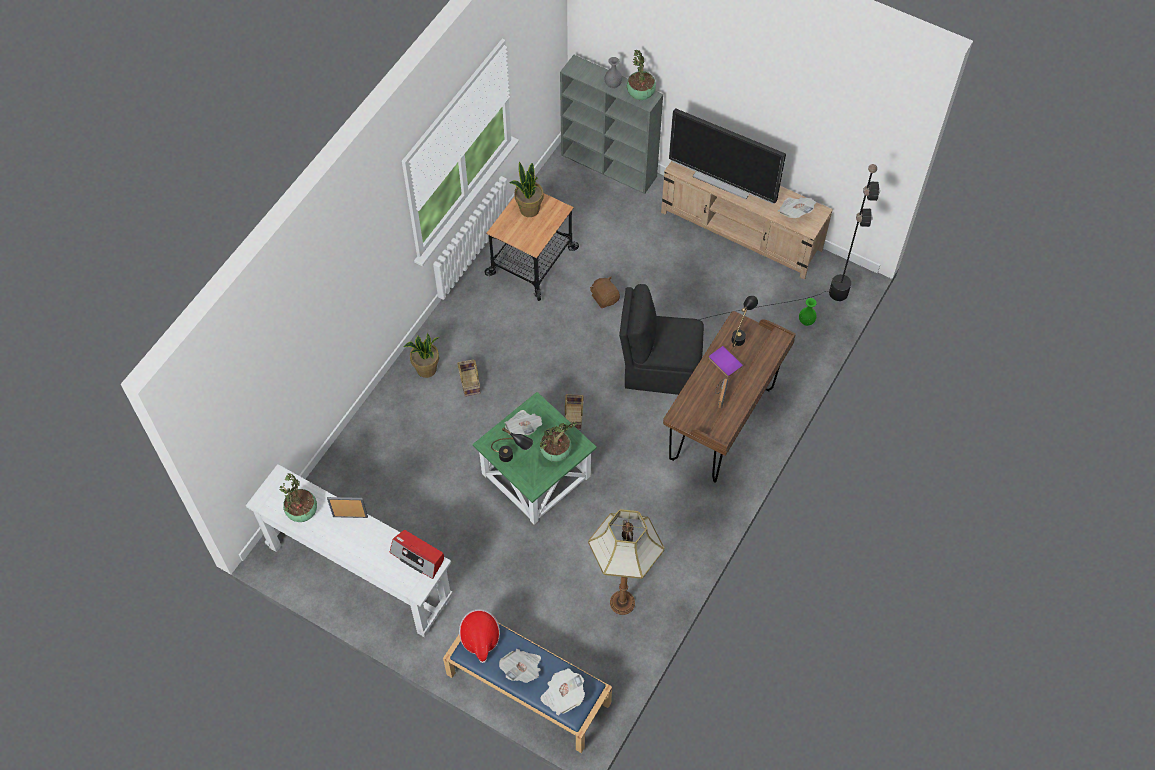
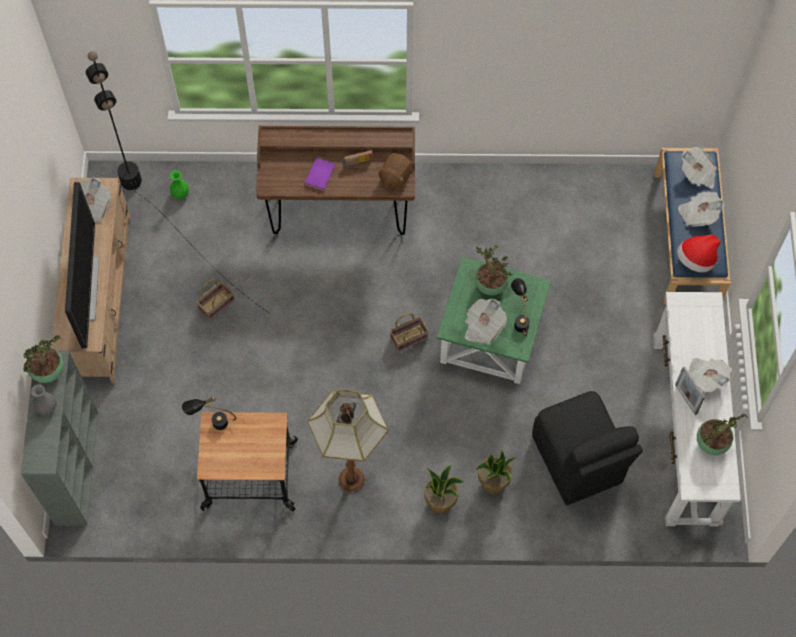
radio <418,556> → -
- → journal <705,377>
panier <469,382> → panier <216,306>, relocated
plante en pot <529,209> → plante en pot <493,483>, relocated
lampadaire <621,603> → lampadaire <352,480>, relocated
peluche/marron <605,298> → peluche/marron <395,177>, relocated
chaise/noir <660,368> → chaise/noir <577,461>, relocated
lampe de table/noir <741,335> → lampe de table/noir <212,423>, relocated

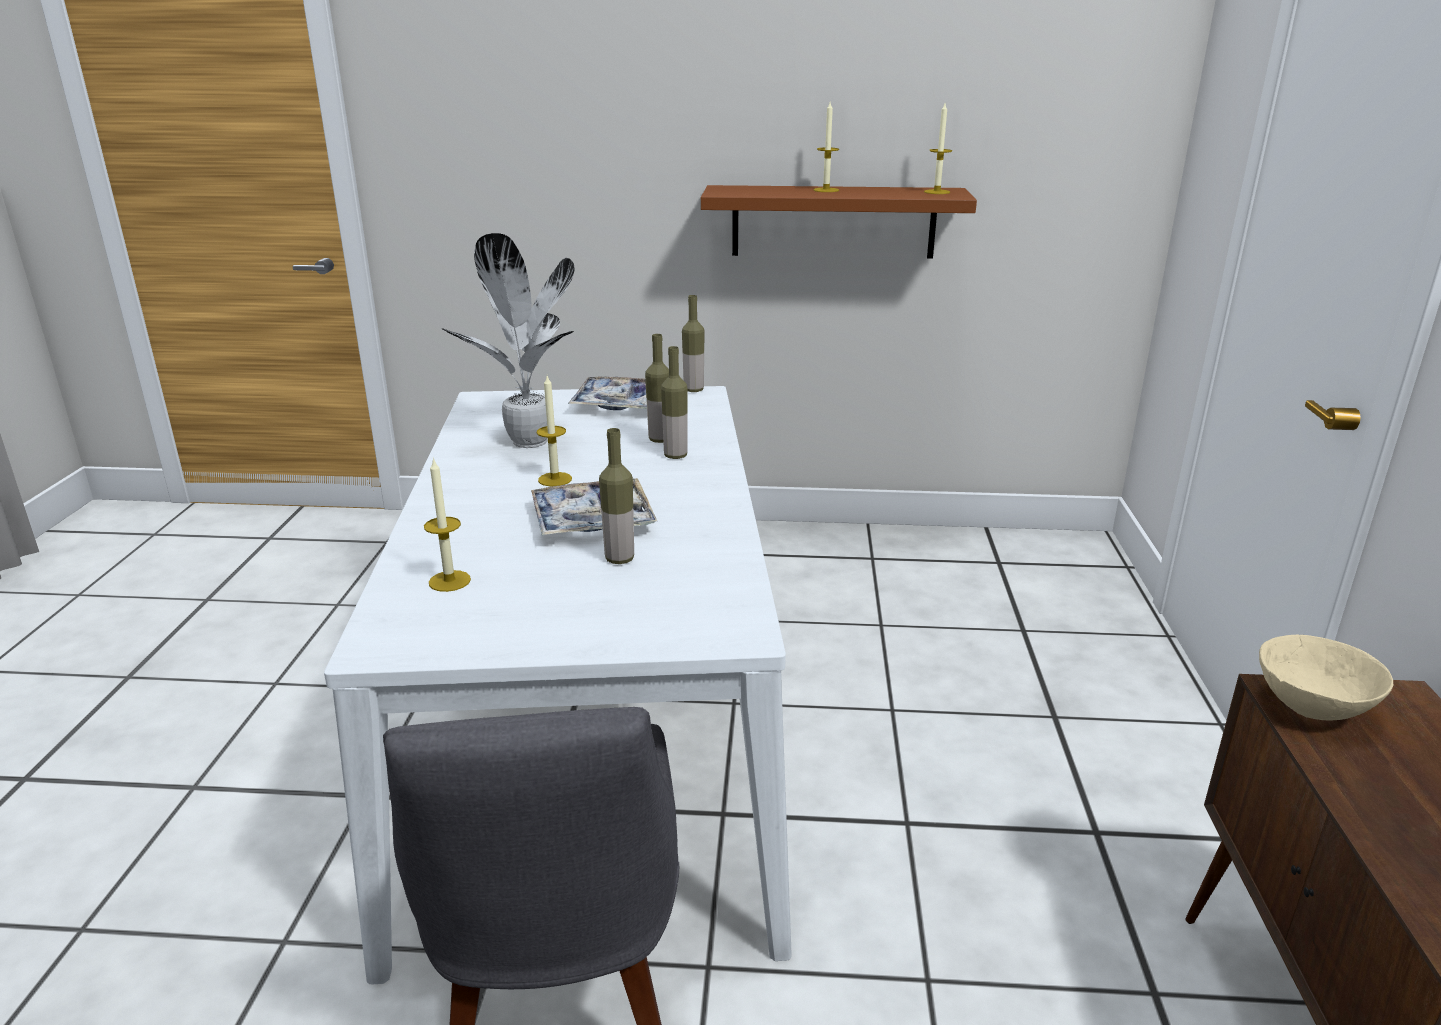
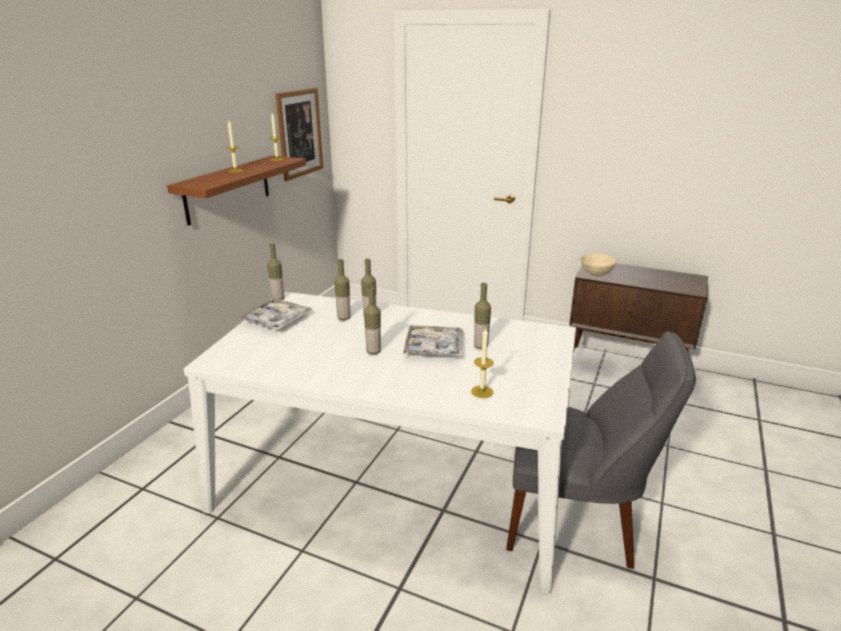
plante en pot <528,443> → -
- → tableau <299,133>
bougie <555,479> → bouteille <373,351>

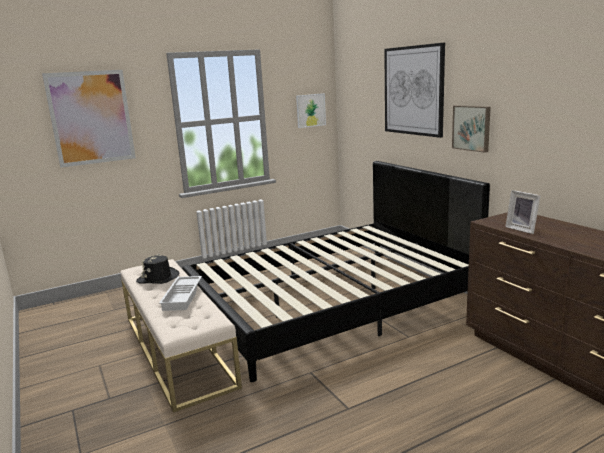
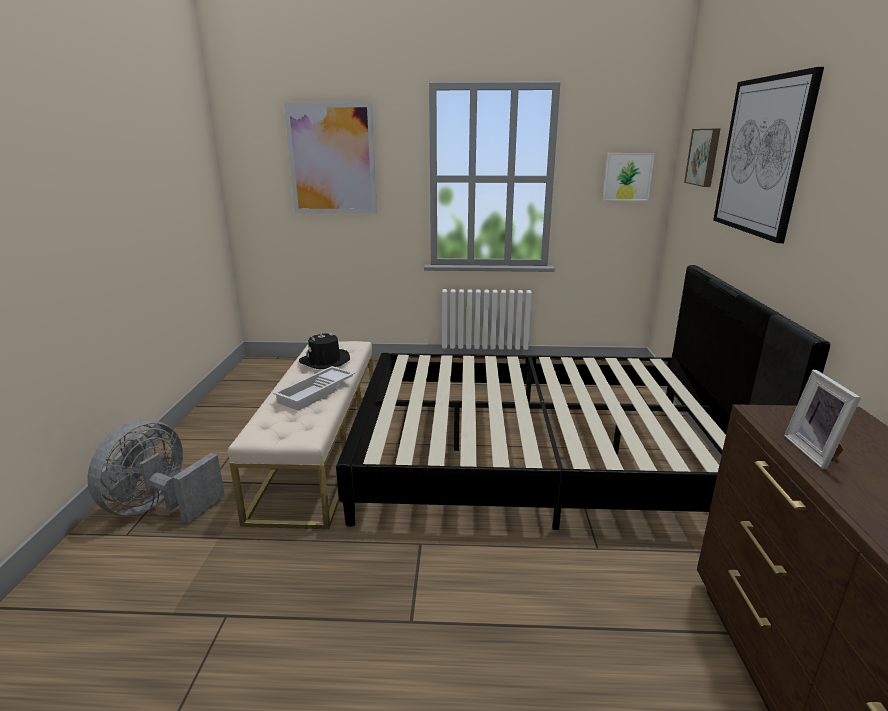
- → ventilateur/gris <160,507>
tableau <472,128> → tableau <704,157>, relocated

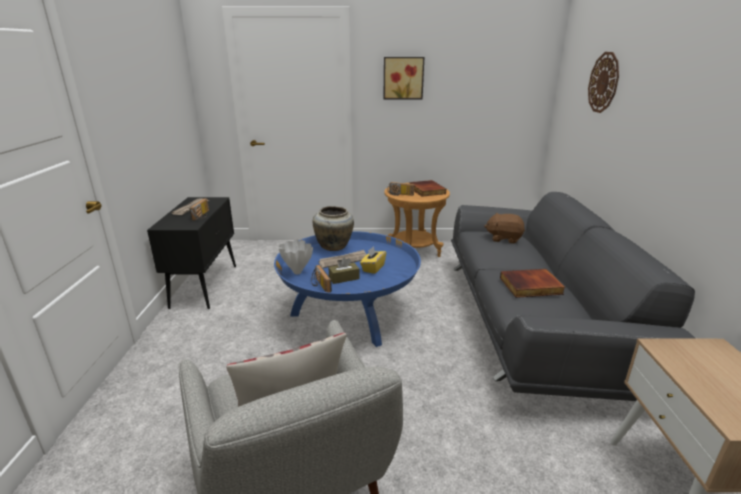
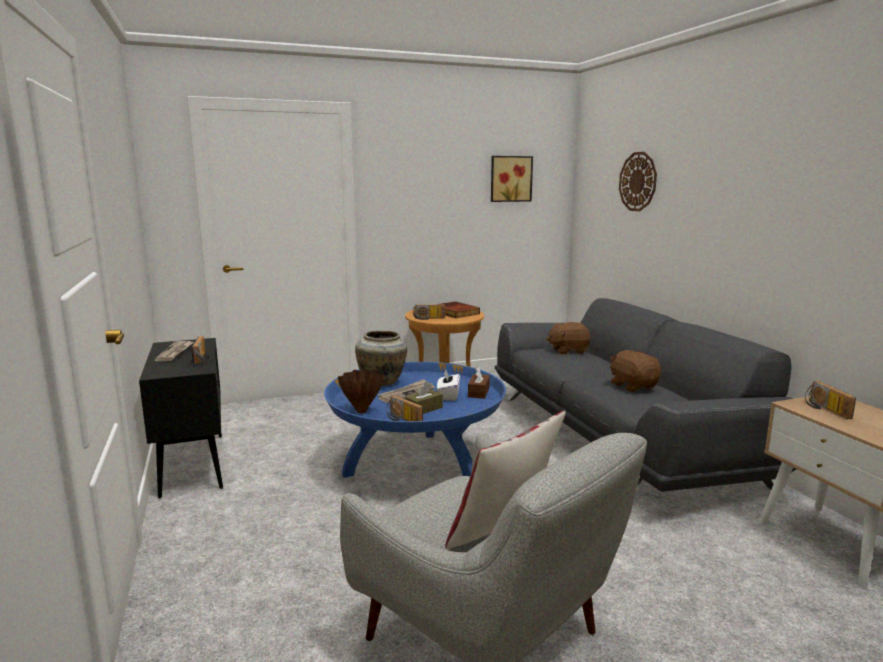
- → boîte à mouchoirs/marron <478,392>
- → radio <824,409>
tableau <403,78> → tableau <510,179>, relocated
livre <531,286> → peluche/marron <633,386>
vase/blanc <296,272> → vase/marron <360,411>
boîte à mouchoirs/jaune <373,268> → boîte à mouchoirs/blanc <448,396>

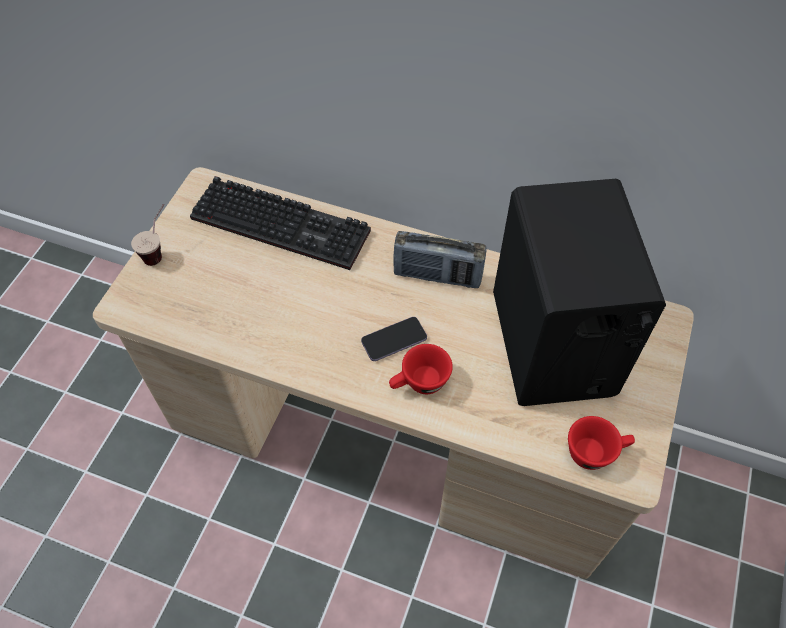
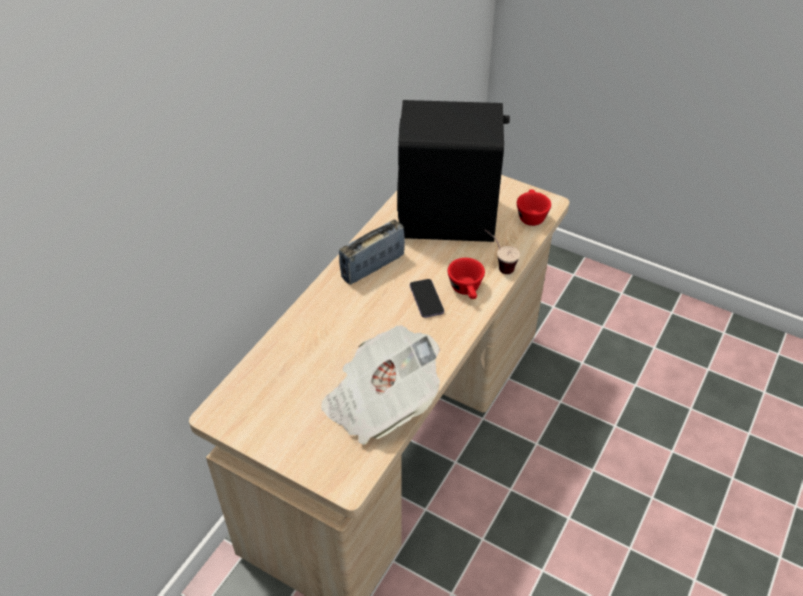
clavier <284,223> → -
- → journal <380,402>
tasse <159,250> → tasse <498,265>, relocated
radio <437,276> → radio <372,267>, 150 degrees counterclockwise

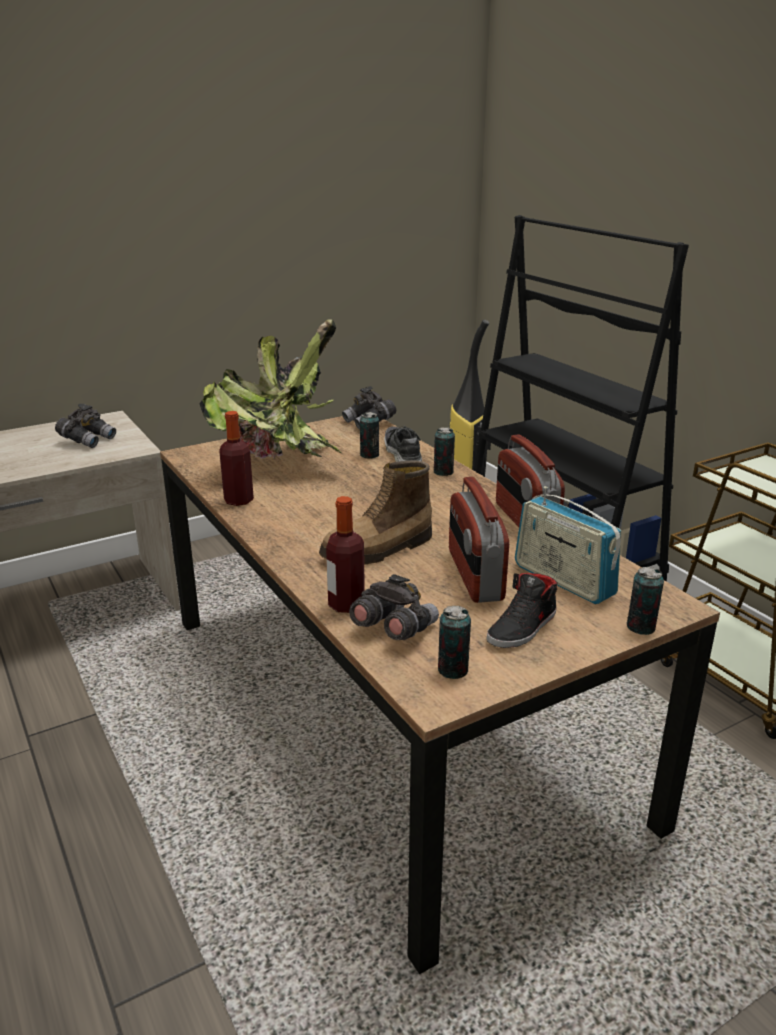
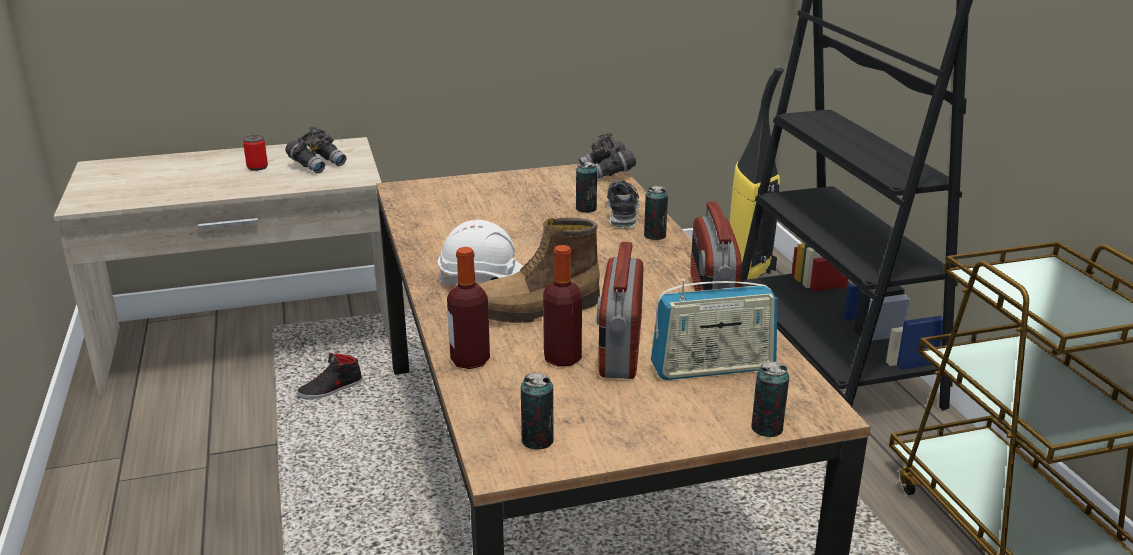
plante en pot <279,463> → -
jumelles/gris <394,629> → -
- → boîte métallique <257,167>
- → casque de chantier/blanc <483,279>
bouteille <238,500> → bouteille <562,358>, relocated
chaussure/noir <523,628> → chaussure/noir <331,389>, relocated
radio <563,580> → radio <713,368>, 75 degrees counterclockwise

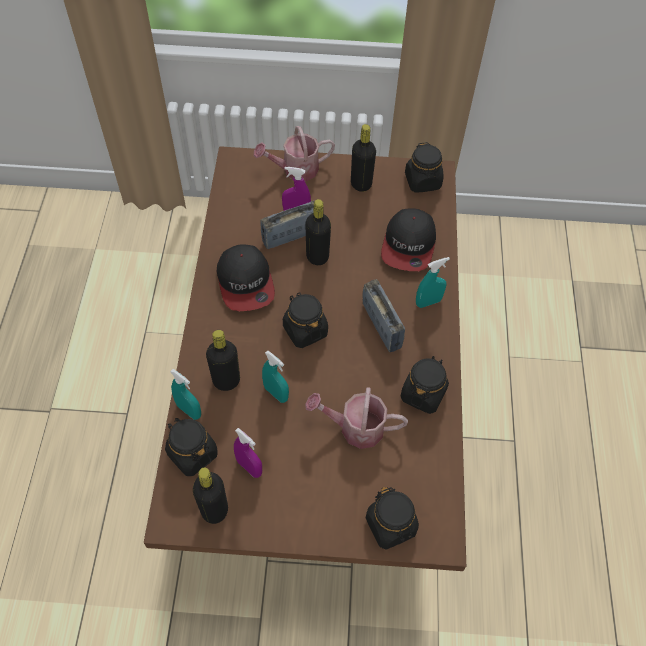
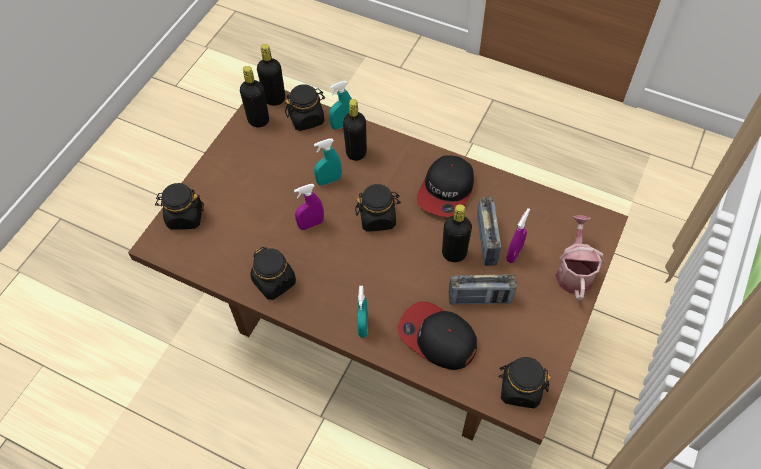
arrosoir <355,428> → -
vaporisateur/violet <249,467> → vaporisateur/violet <311,224>, relocated
bouteille/noir <361,184> → bouteille/noir <274,99>, relocated
radio <381,326> → radio <480,298>, relocated
casquette <246,283> → casquette <446,191>, 75 degrees counterclockwise

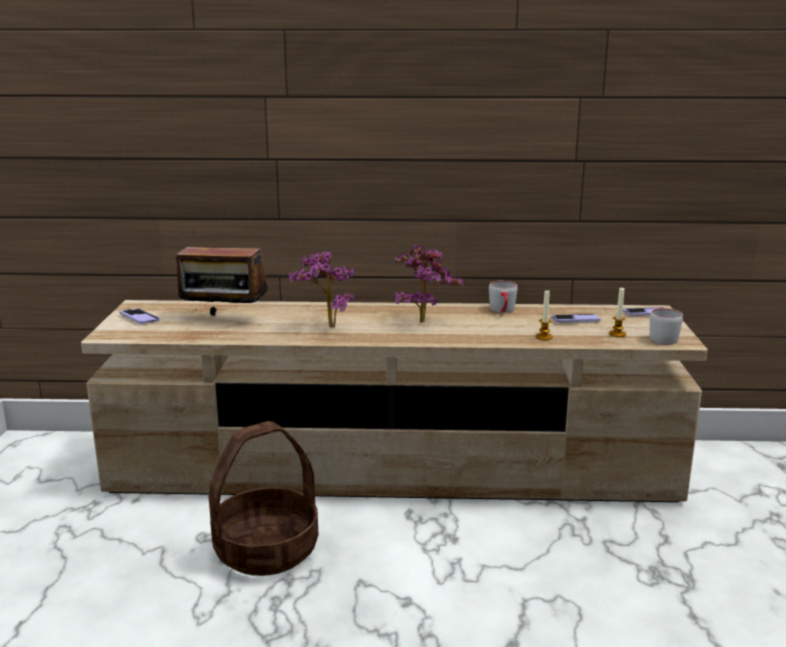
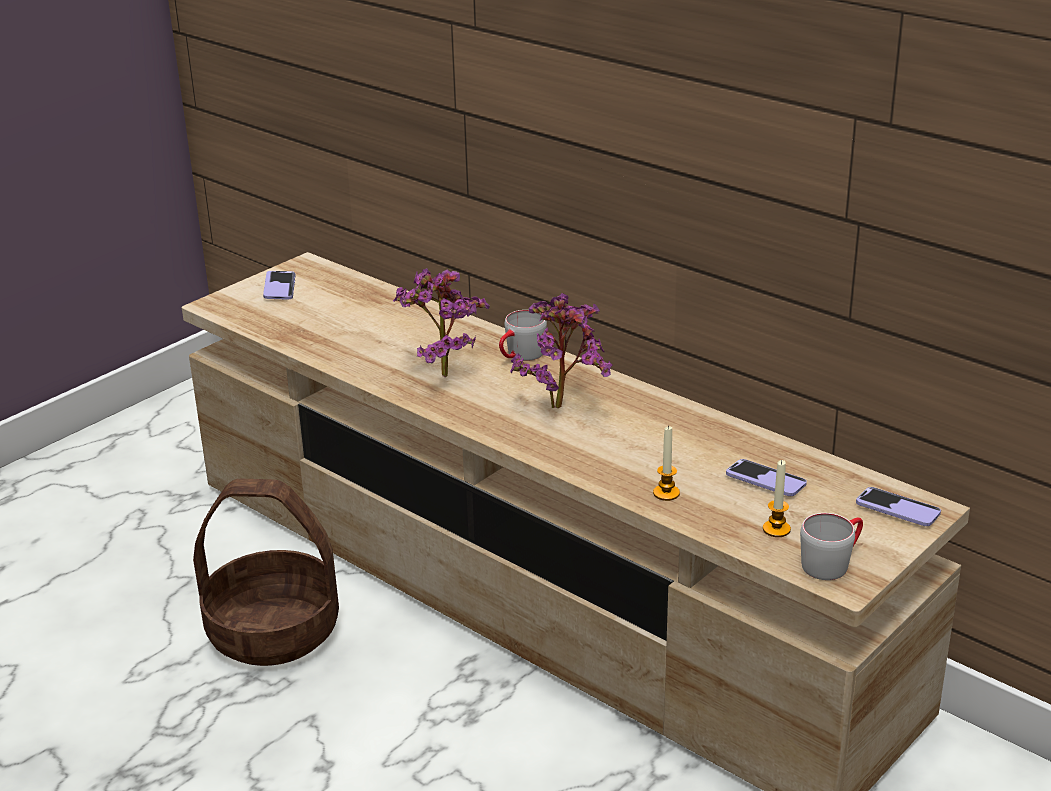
radio <224,319> → -
mug/gris <503,311> → mug/gris <520,356>, relocated

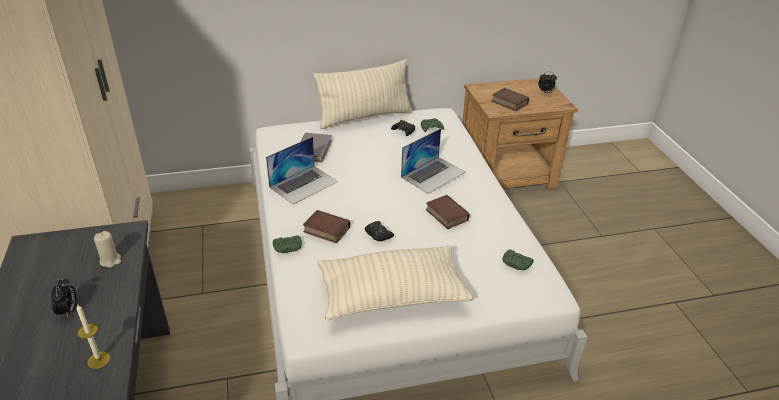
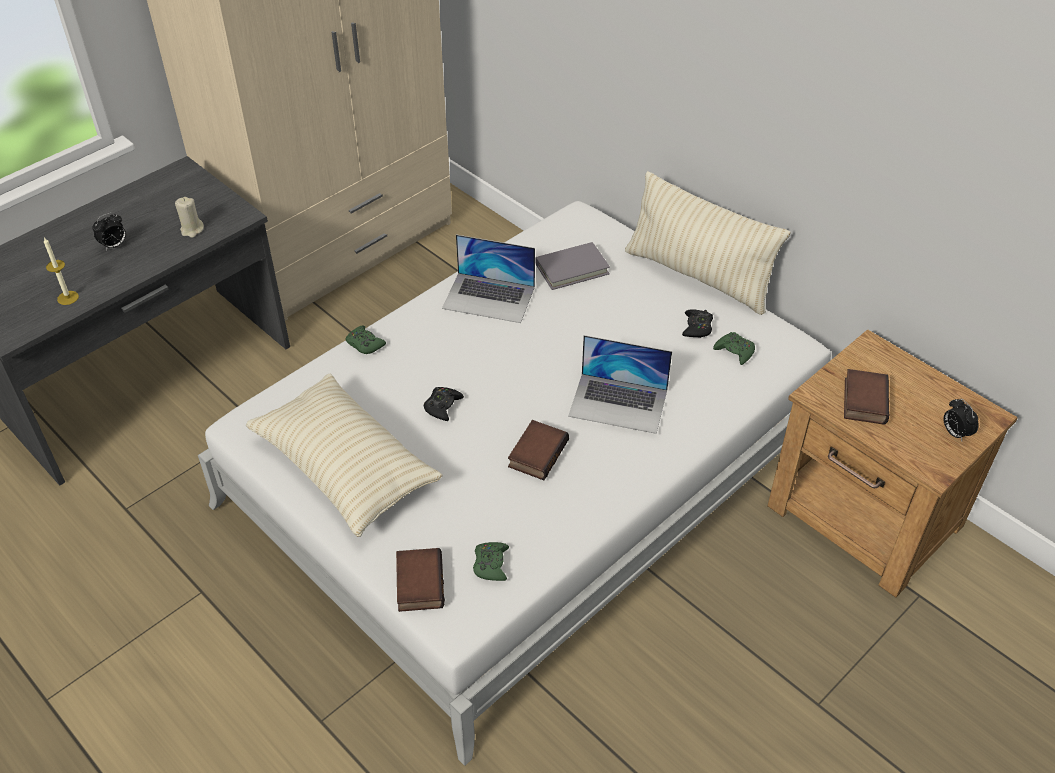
livre <325,230> → livre <418,583>, relocated

